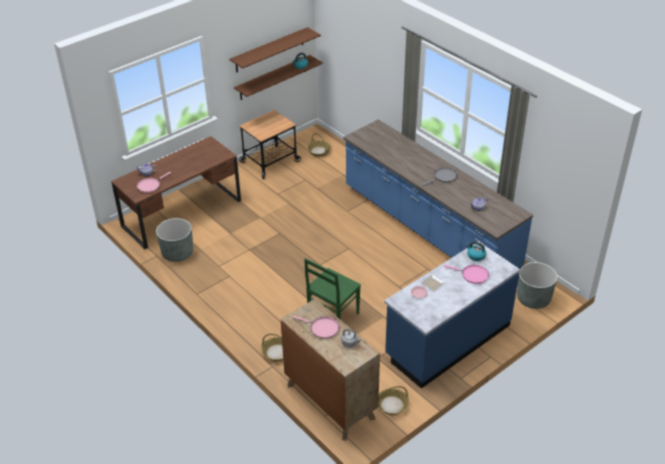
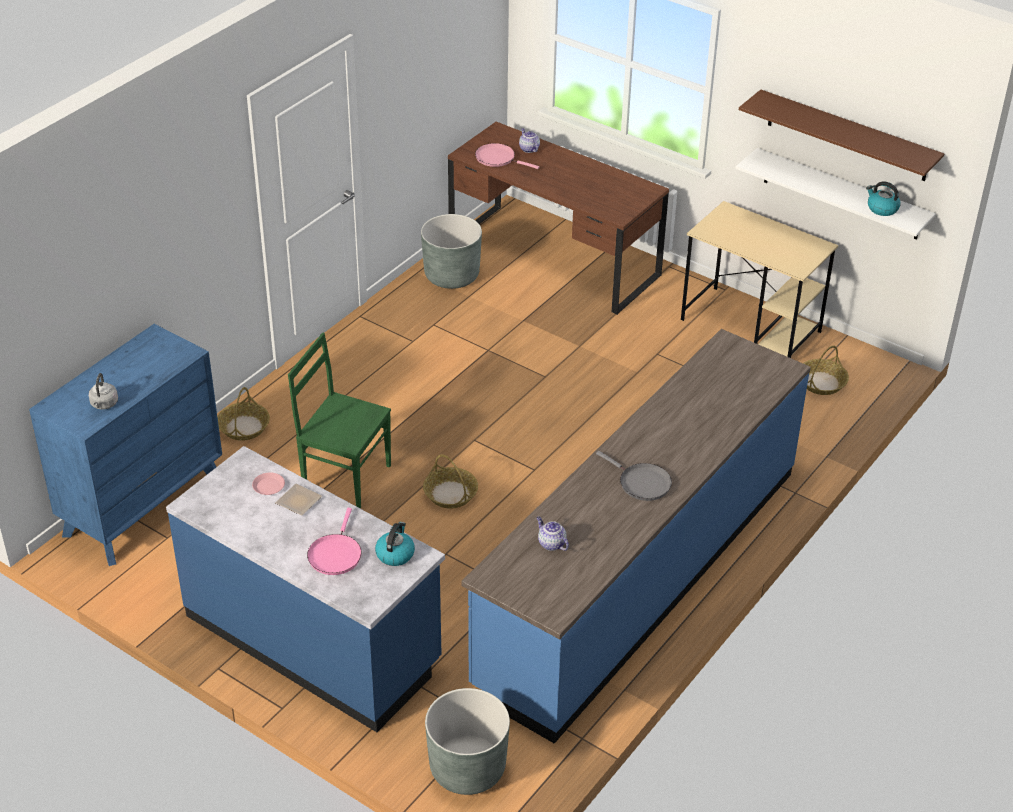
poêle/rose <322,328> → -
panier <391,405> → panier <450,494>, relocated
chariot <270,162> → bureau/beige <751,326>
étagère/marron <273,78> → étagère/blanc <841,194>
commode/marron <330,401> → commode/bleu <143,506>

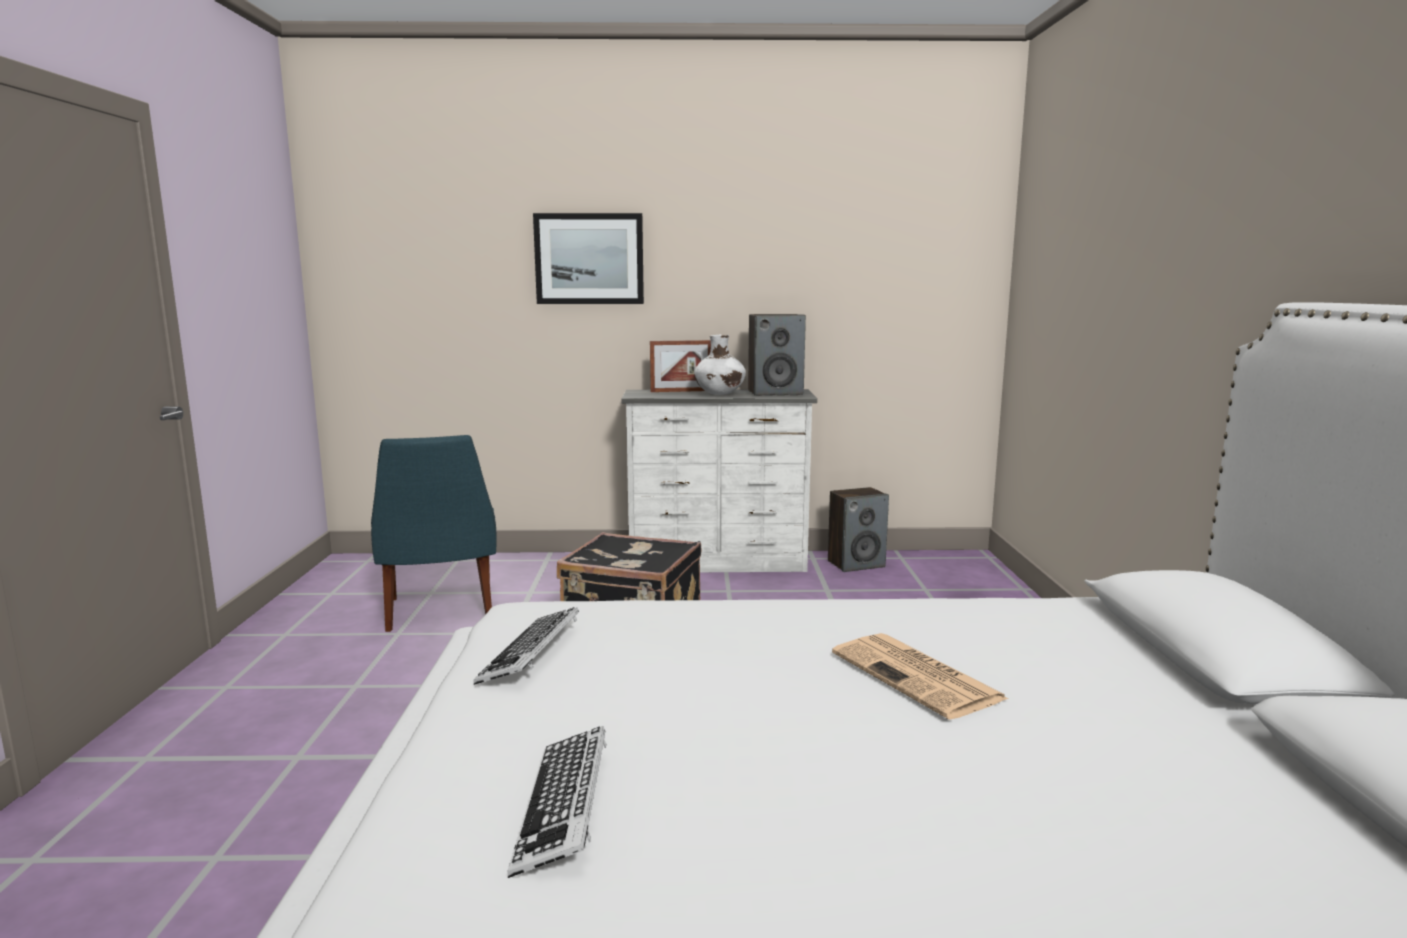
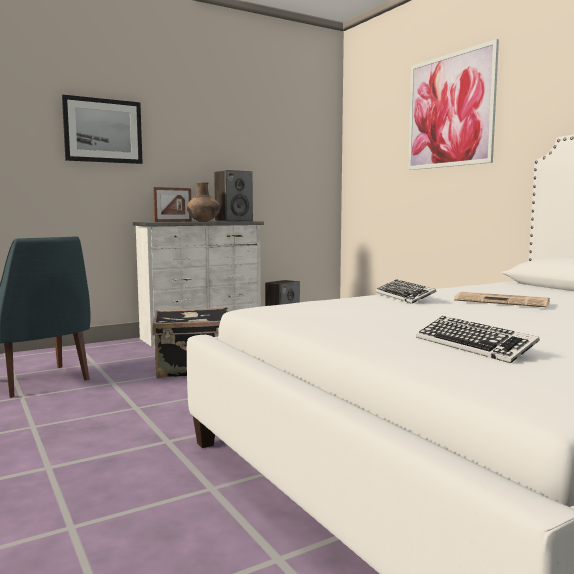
- → tableau <450,111>
clavier <531,654> → clavier <404,297>, relocated
vase/blanc <720,394> → vase/marron <204,221>

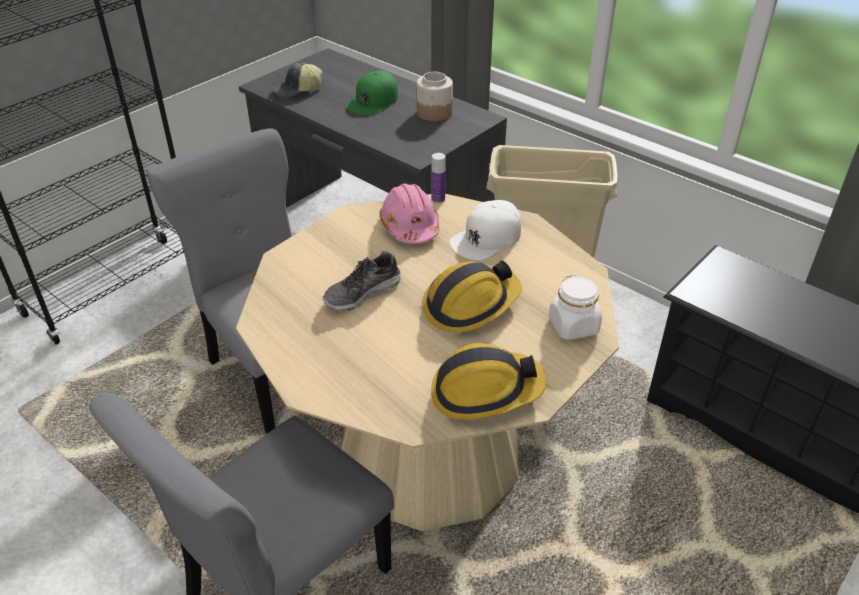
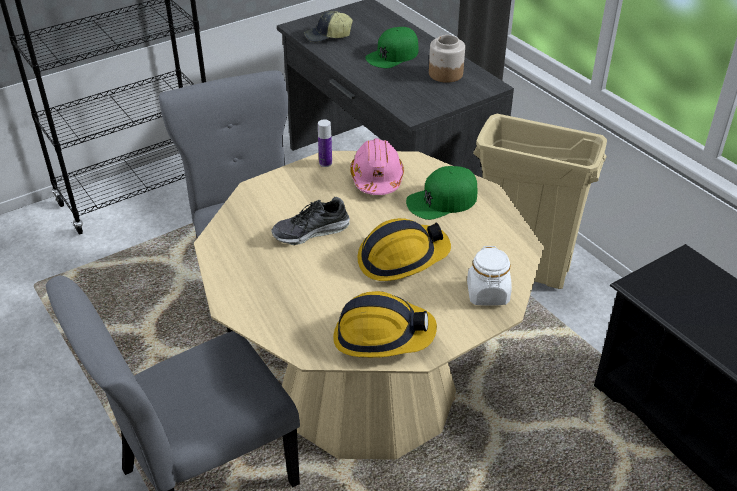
bouteille <438,199> → bouteille <325,163>, relocated
casquette/blanc <486,238> → casquette/vert <442,200>

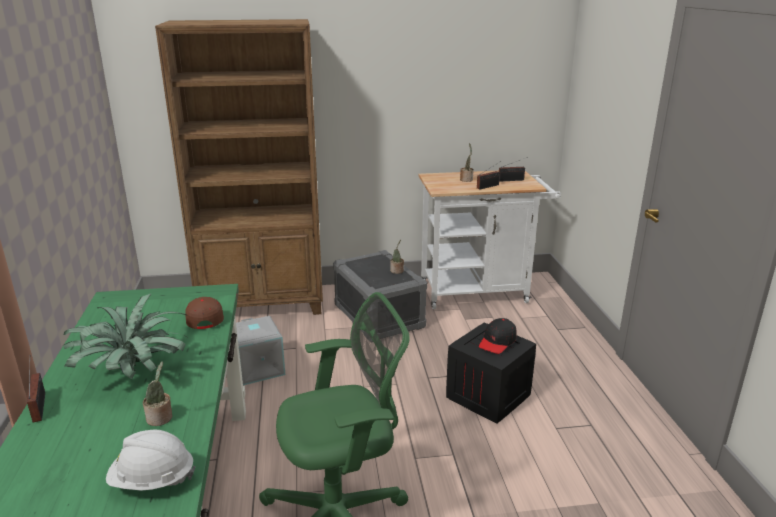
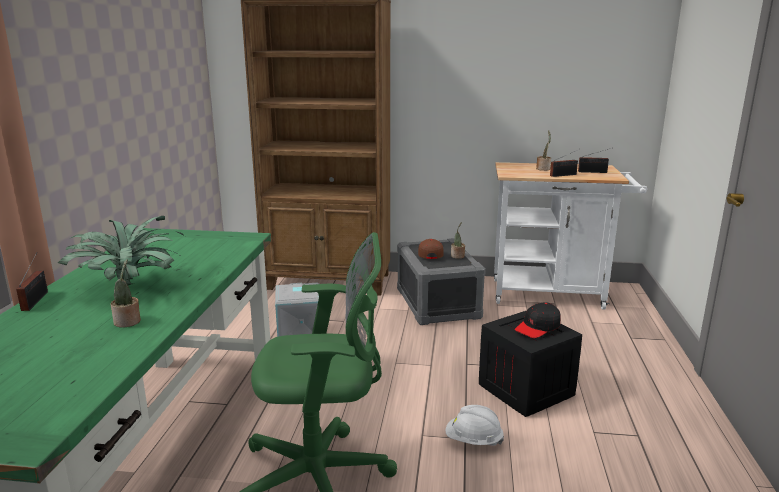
casque de chantier/blanc <152,480> → casque de chantier/blanc <473,441>, relocated
casquette/marron <204,318> → casquette/marron <430,254>, relocated

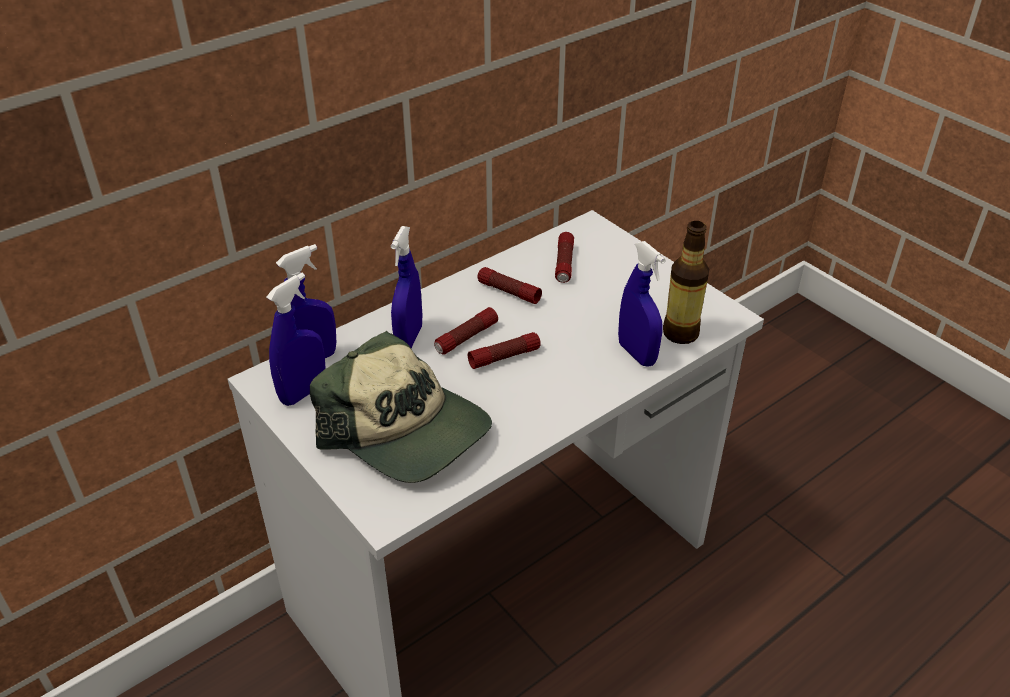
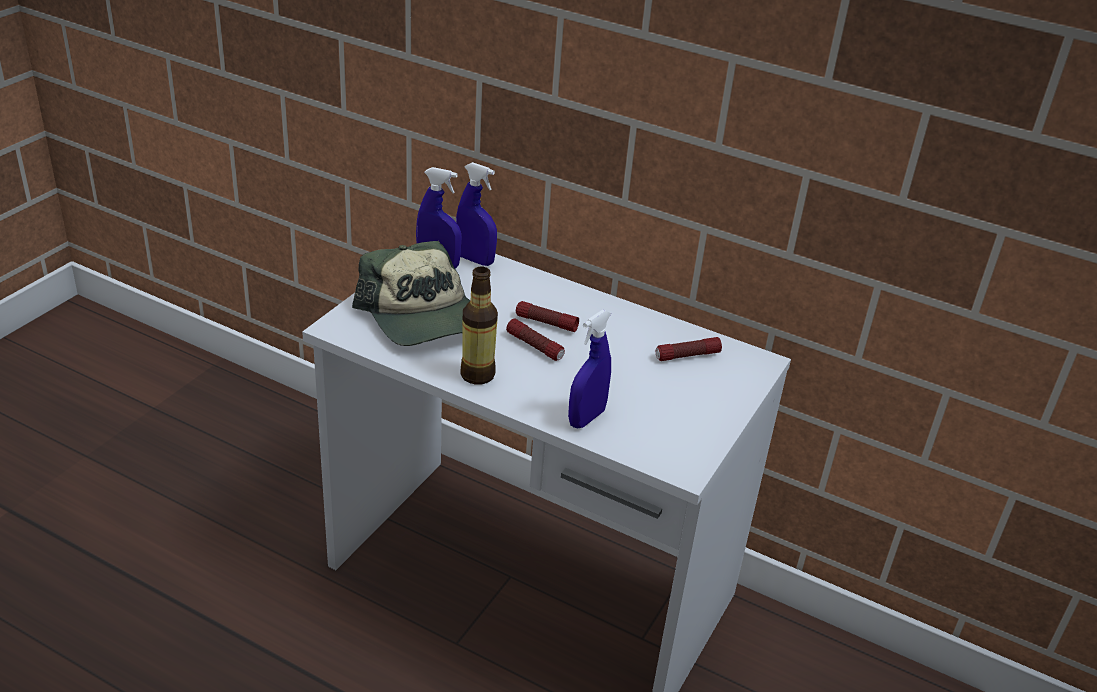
vaporisateur/bleu <409,338> → -
lampe de poche <508,292> → -
bouteille <680,333> → bouteille <477,375>, relocated
casquette <406,430> → casquette <423,317>, 45 degrees counterclockwise

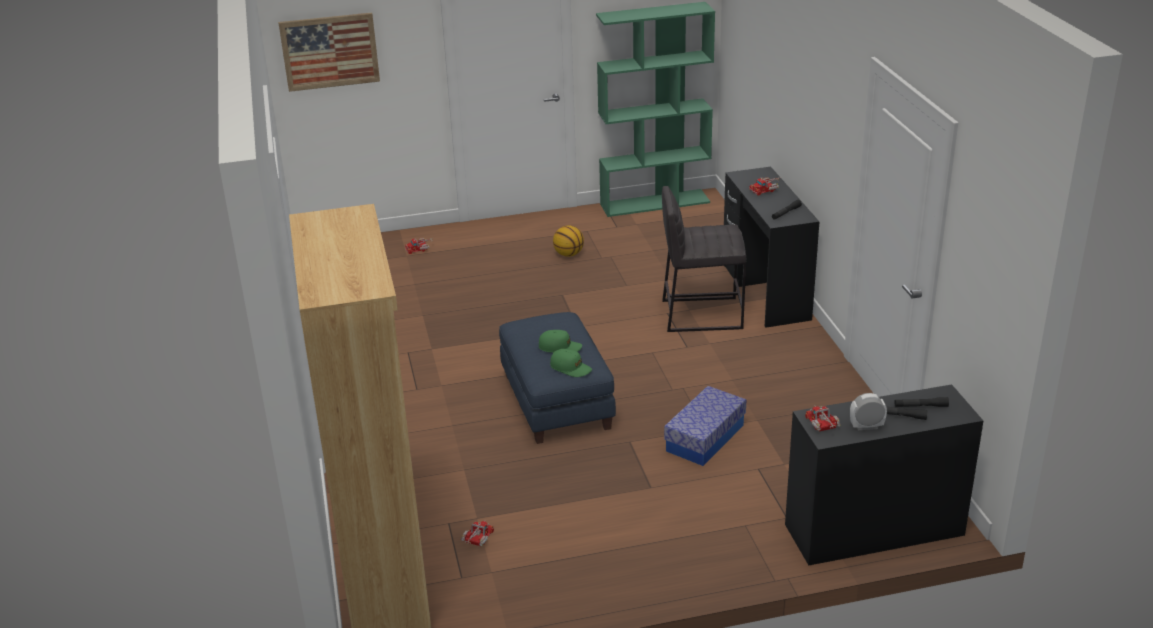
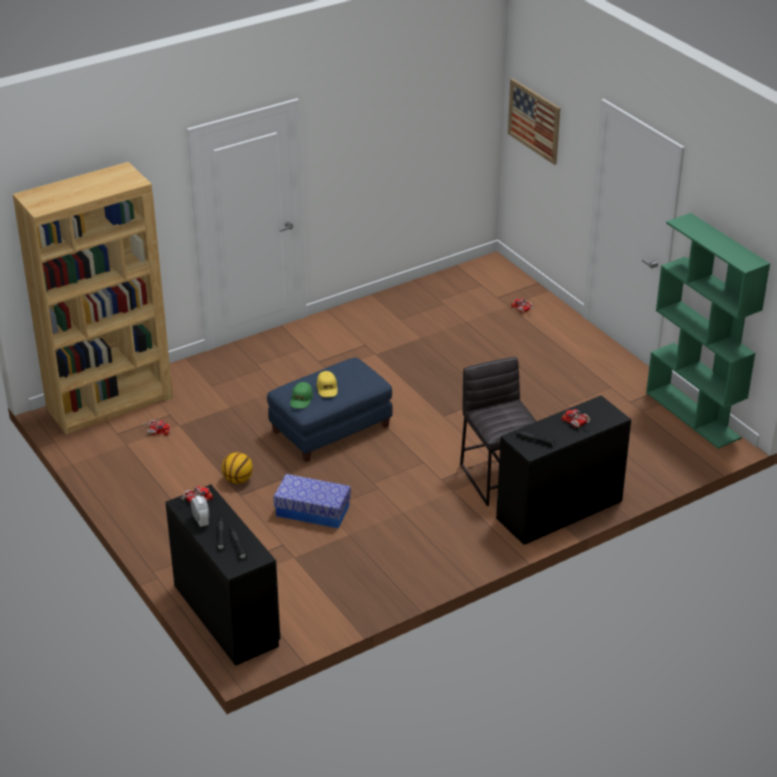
ballon de basket <568,254> → ballon de basket <238,480>, relocated
casquette/vert <560,347> → casquette/jaune <327,388>

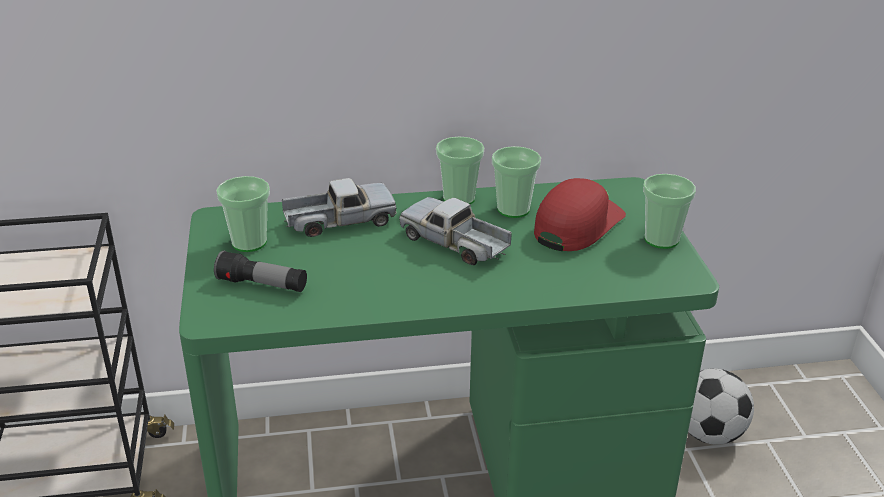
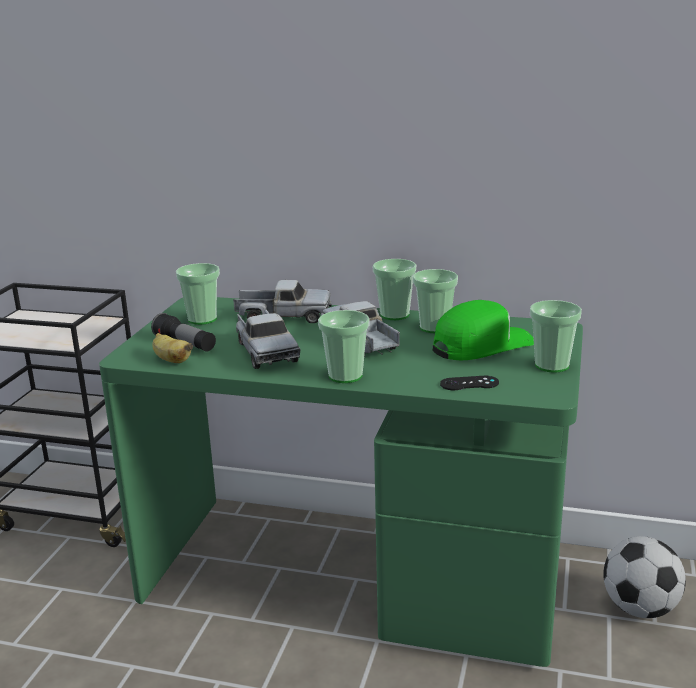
- → banane <171,360>
- → camion jouet <265,351>
- → tasse <345,376>
- → manette/noir <469,383>
casquette/rouge <577,225> → casquette/vert <482,345>

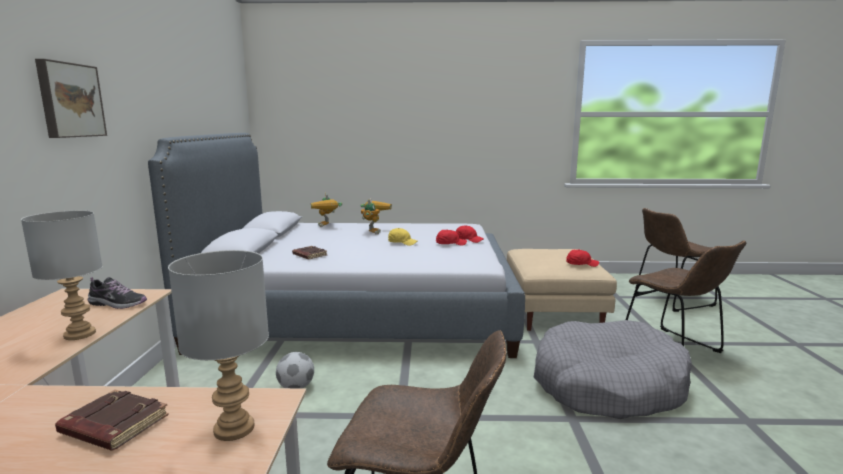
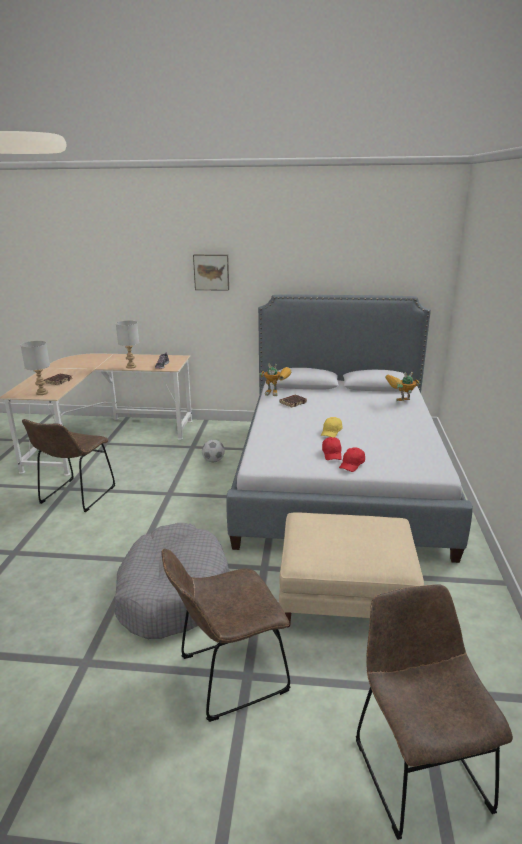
casquette/rouge <581,264> → -
robot jouet <373,231> → robot jouet <277,393>, relocated

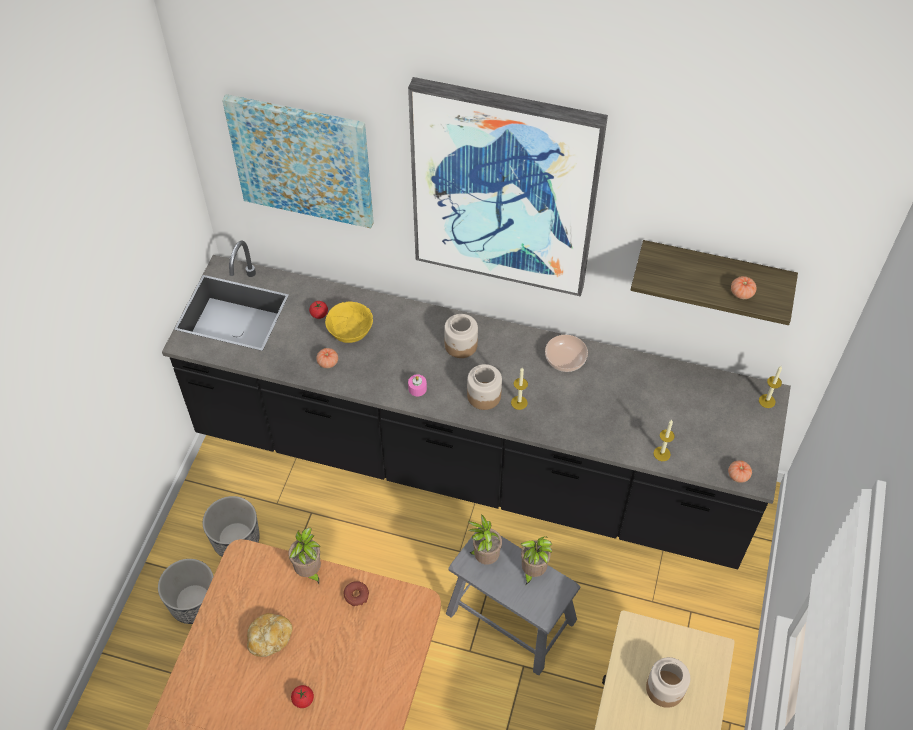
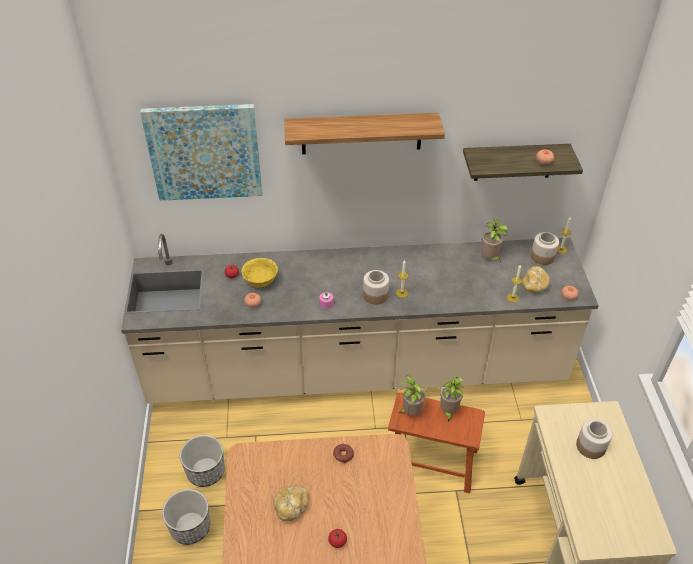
bol <565,360> → -
- → pain <534,286>
plante en pot <309,571> → plante en pot <490,258>, relocated
bocal <461,345> → bocal <543,257>, relocated
tableau <504,189> → étagère <361,133>
comptoir de cuisine/noir <456,461> → comptoir de cuisine/beige <346,371>
tabouret/gris <511,616> → tabouret/marron <431,460>

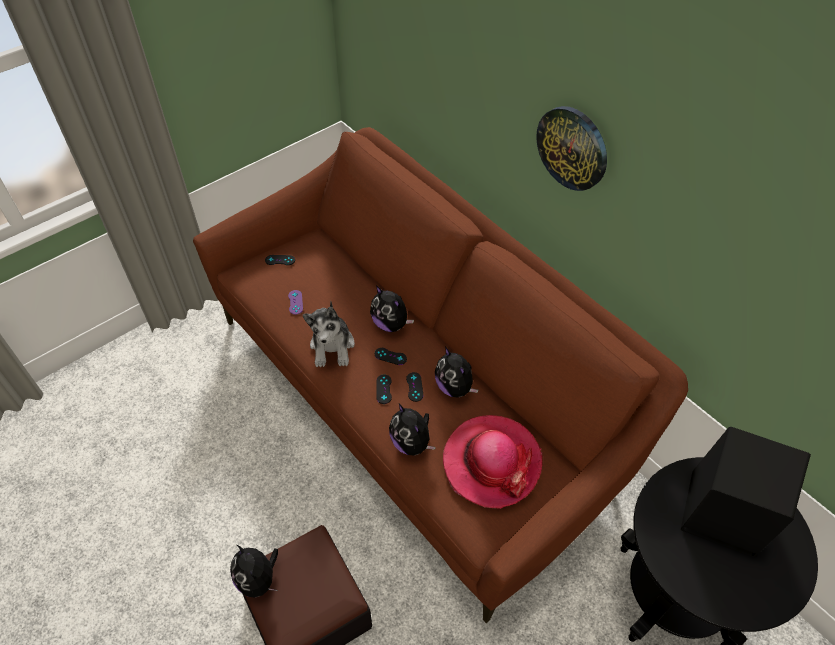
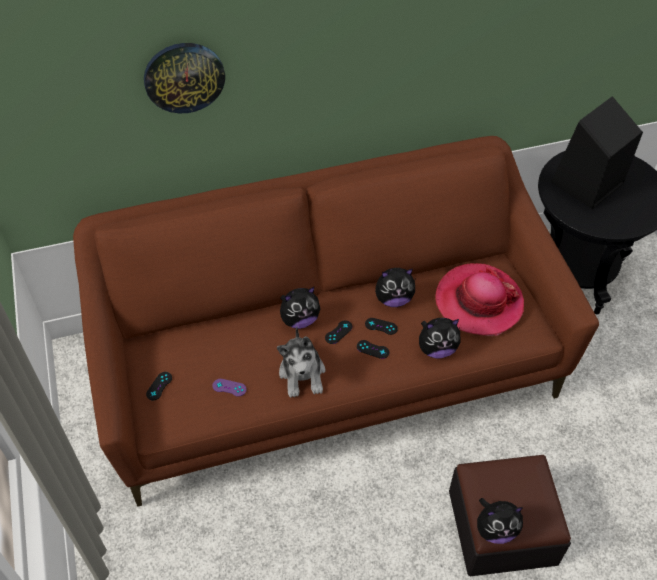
horloge murale <572,148> → horloge murale <184,77>, relocated
peluche <332,346> → peluche <302,373>, 60 degrees clockwise

